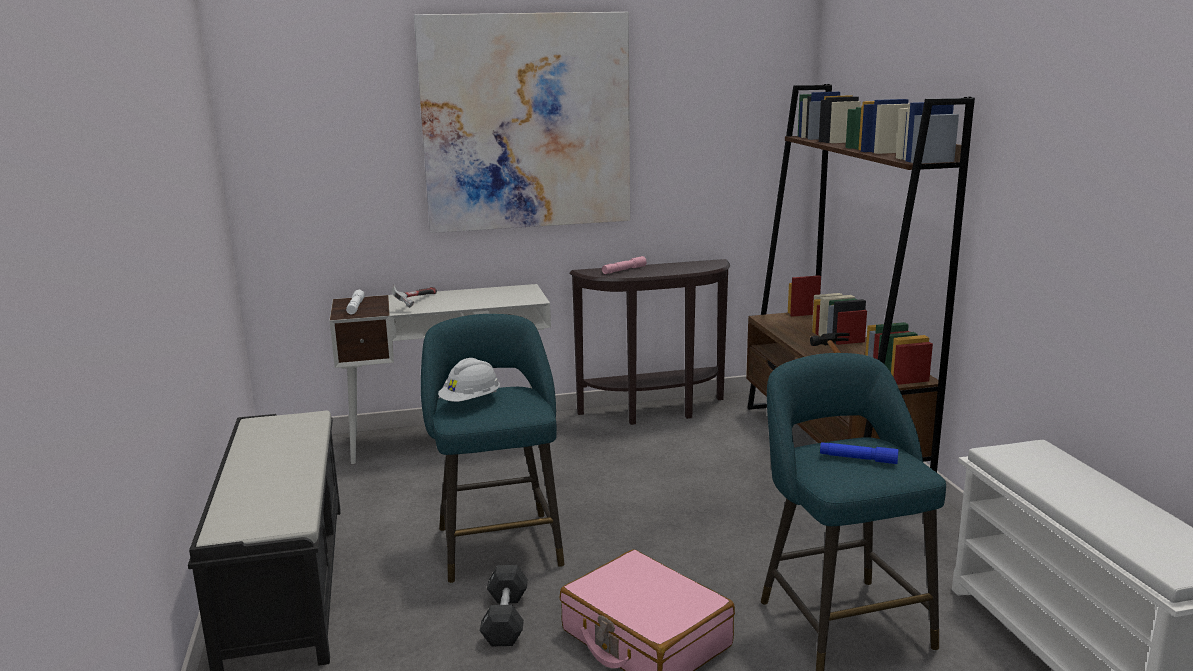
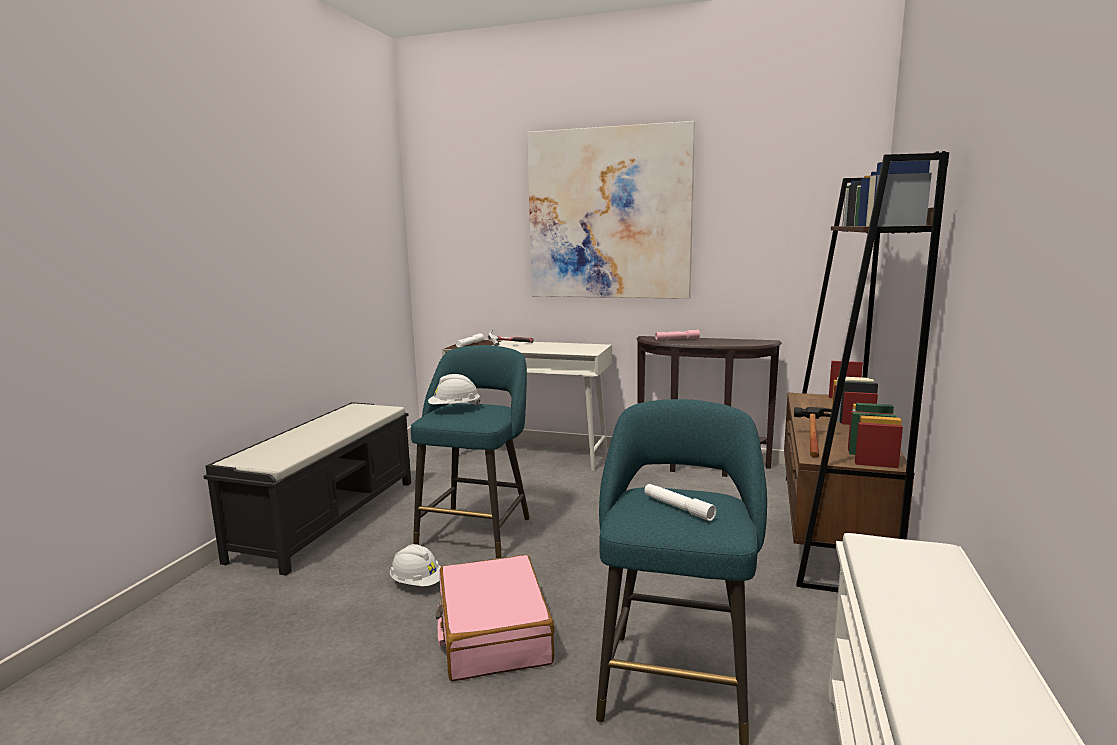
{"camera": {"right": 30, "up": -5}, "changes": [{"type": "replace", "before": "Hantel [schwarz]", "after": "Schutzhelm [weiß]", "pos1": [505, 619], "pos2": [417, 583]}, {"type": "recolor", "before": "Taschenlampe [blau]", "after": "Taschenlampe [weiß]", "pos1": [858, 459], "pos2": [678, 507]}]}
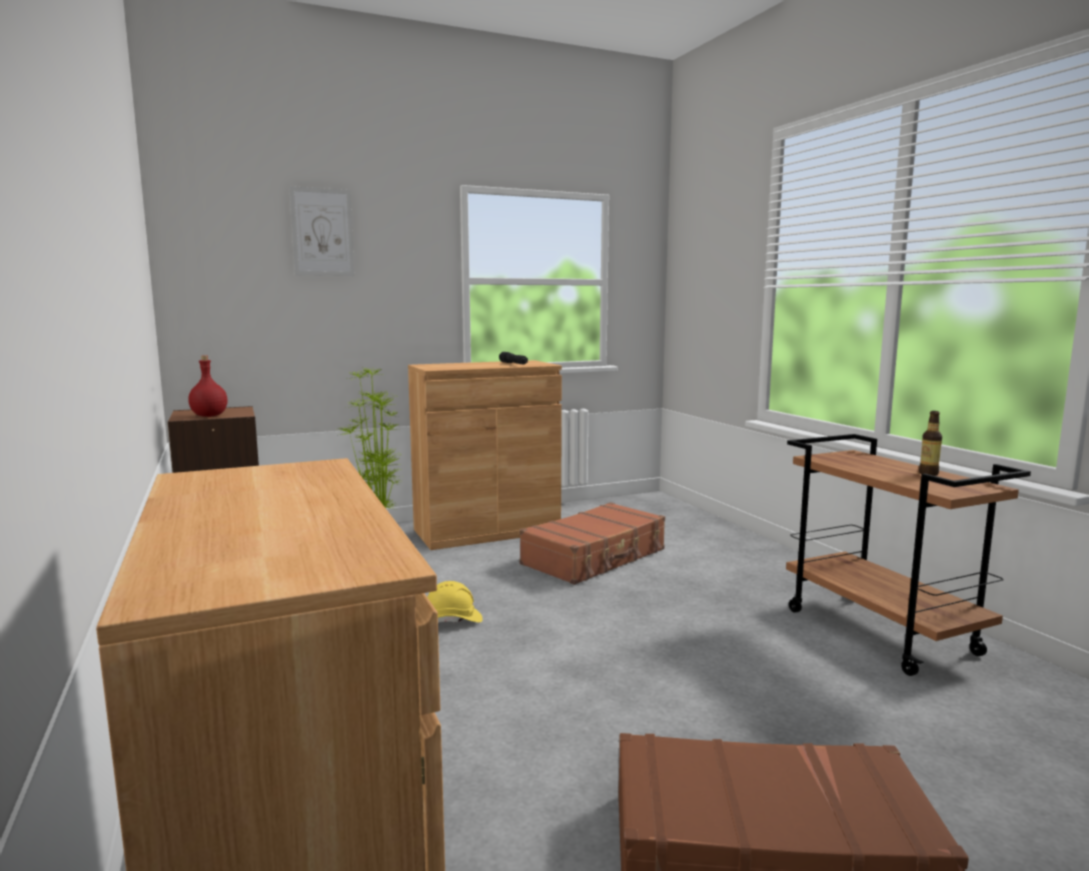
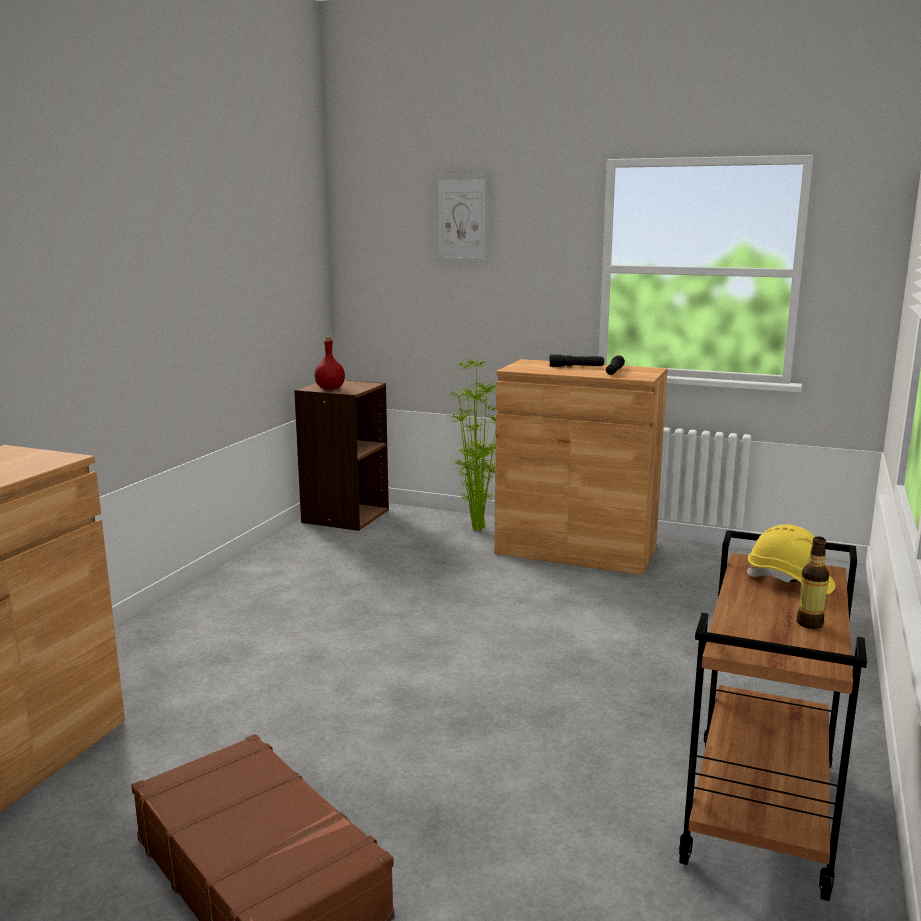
{"camera": {"right": 45, "up": 5}, "changes": [{"type": "move", "before": "Schutzhelm [gelb]", "pos1": [453, 620], "pos2": [789, 581]}, {"type": "delete", "before": "Koffer [braun]", "pos1": [595, 557]}, {"type": "insert", "after": "Taschenlampe [schwarz]", "pos2": [576, 366]}]}
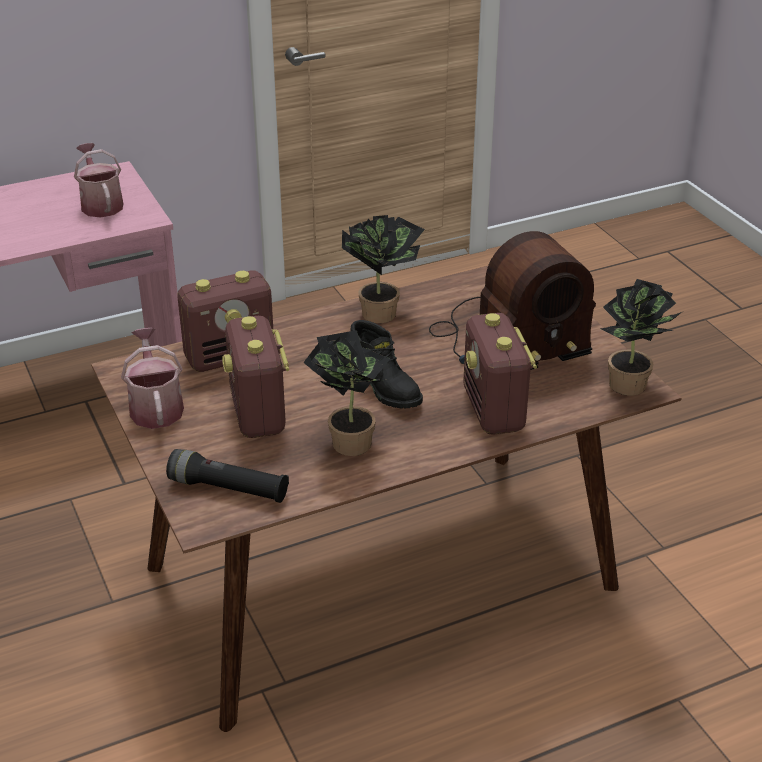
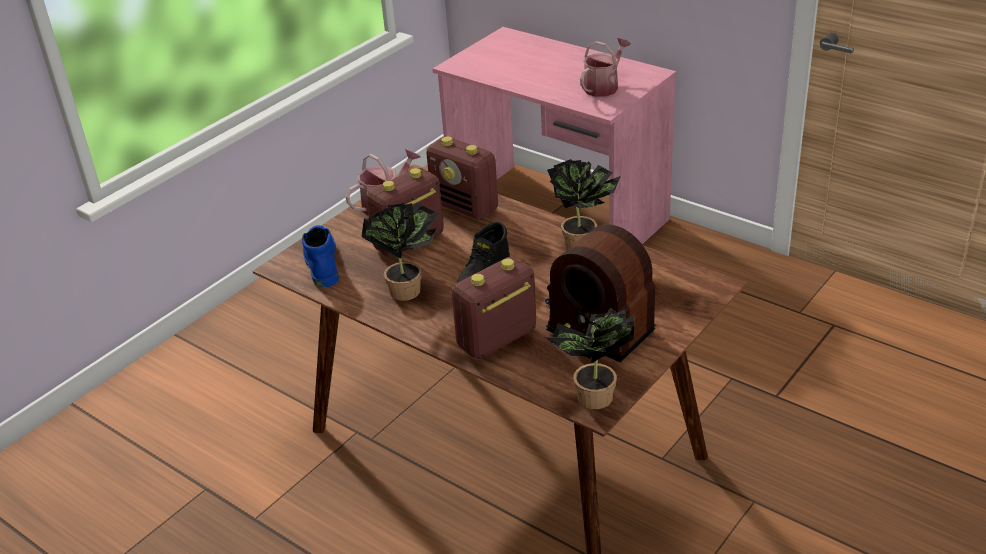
{"camera": {"right": 65, "up": 0}, "changes": [{"type": "replace", "before": "Taschenlampe [schwarz]", "after": "Stiefel [blau]", "pos1": [228, 489], "pos2": [321, 263]}]}
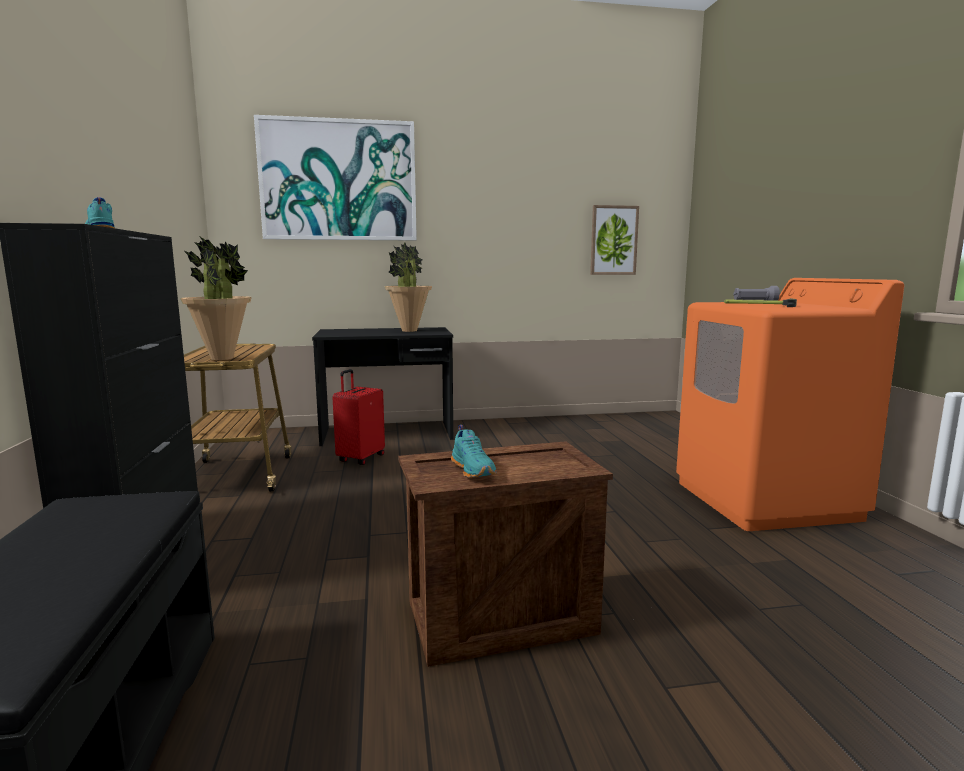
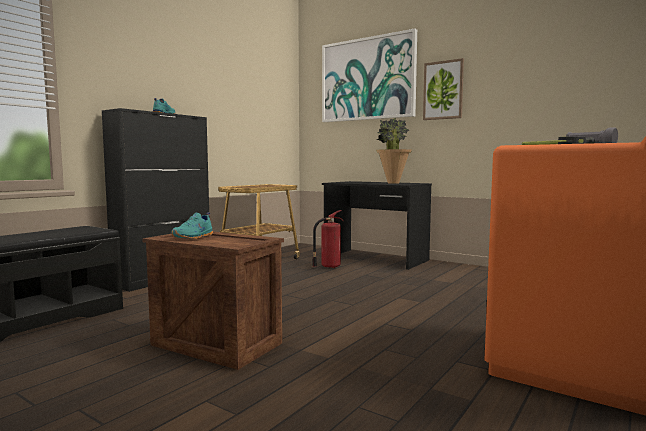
{"camera": {"right": 45, "up": -5}, "changes": [{"type": "delete", "before": "Topfpflanze", "pos1": [222, 358]}, {"type": "replace", "before": "Koffer [rot]", "after": "Feuerlöscher", "pos1": [360, 458], "pos2": [329, 266]}, {"type": "move", "before": "Bild", "pos1": [613, 240], "pos2": [443, 90]}]}
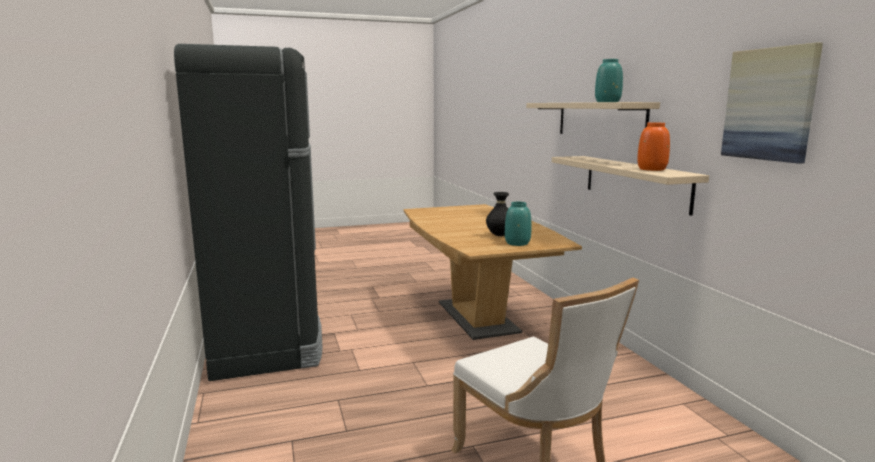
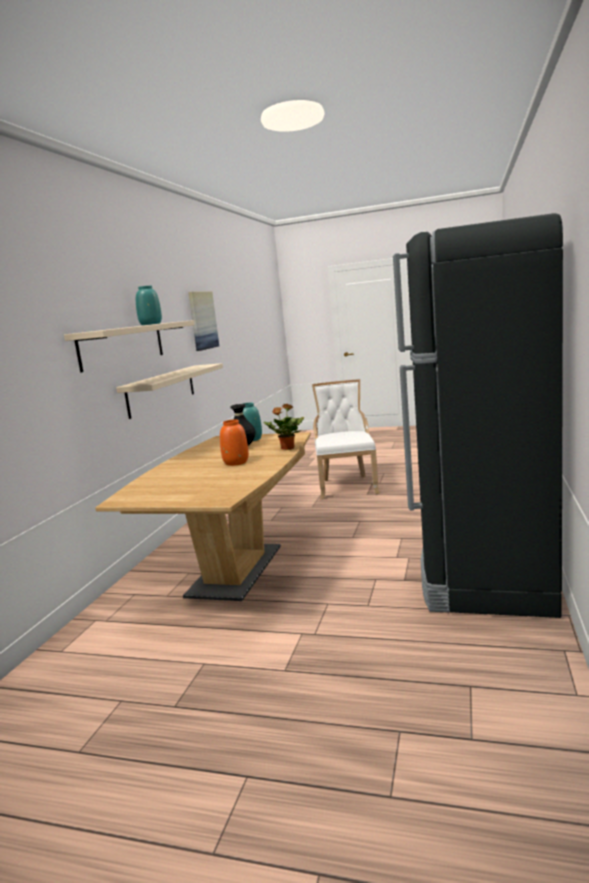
{"camera": {"right": -145, "up": 0}, "changes": [{"type": "move", "before": "Vase [orange]", "pos1": [652, 169], "pos2": [236, 462]}, {"type": "insert", "after": "Topfpflanze", "pos2": [287, 448]}]}
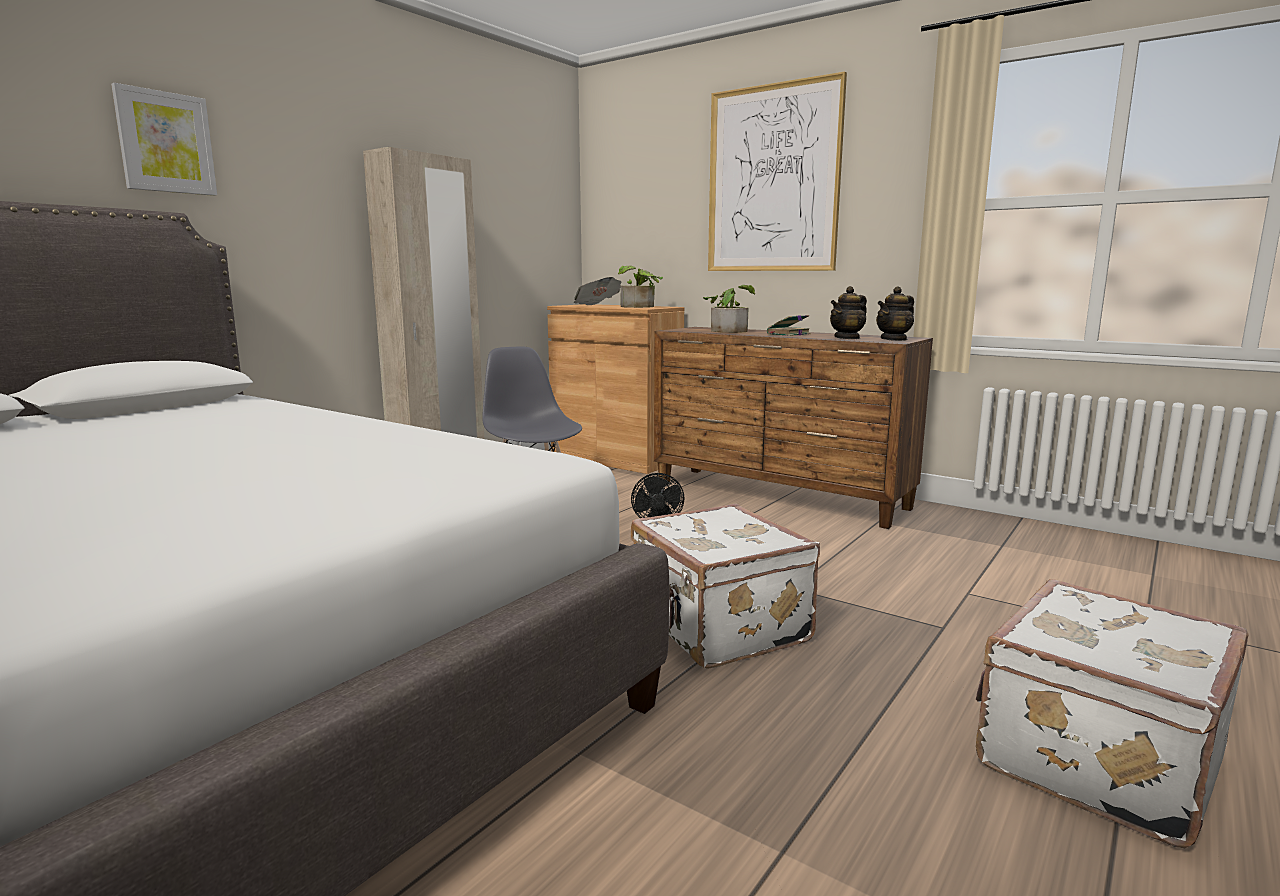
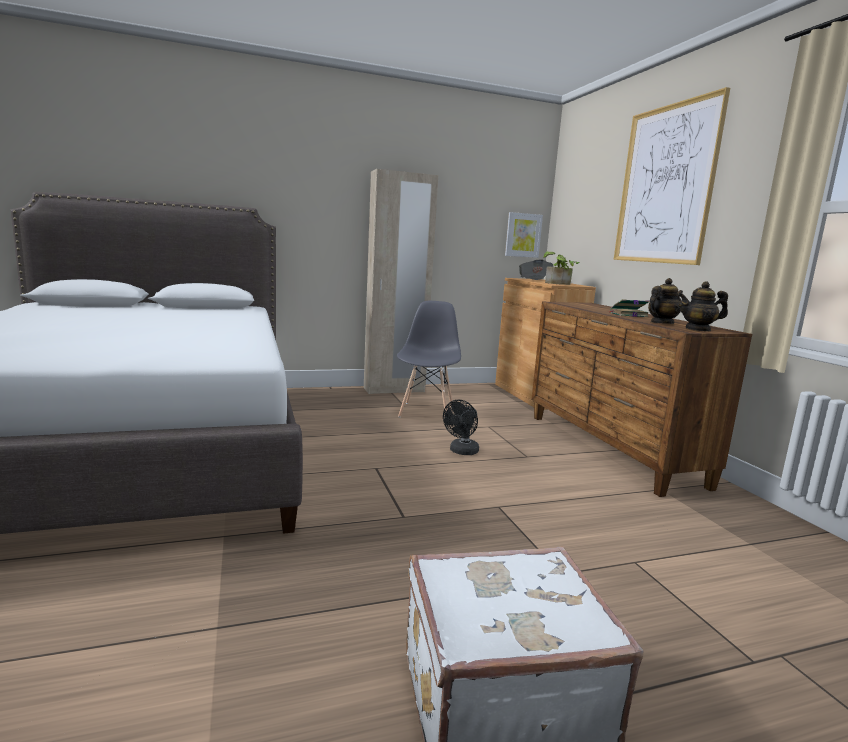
{"camera": {"right": 35, "up": 0}, "changes": [{"type": "move", "before": "Bild", "pos1": [165, 142], "pos2": [523, 235]}, {"type": "delete", "before": "Koffer [weiß]", "pos1": [717, 627]}, {"type": "delete", "before": "Topfpflanze", "pos1": [729, 330]}, {"type": "rotate", "before": "Teekanne", "pos1": [847, 338], "pos2": [661, 323], "turn": 150}]}
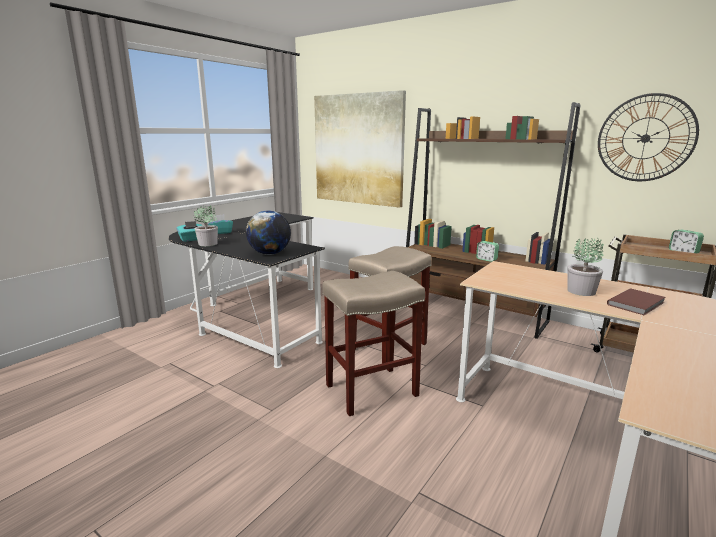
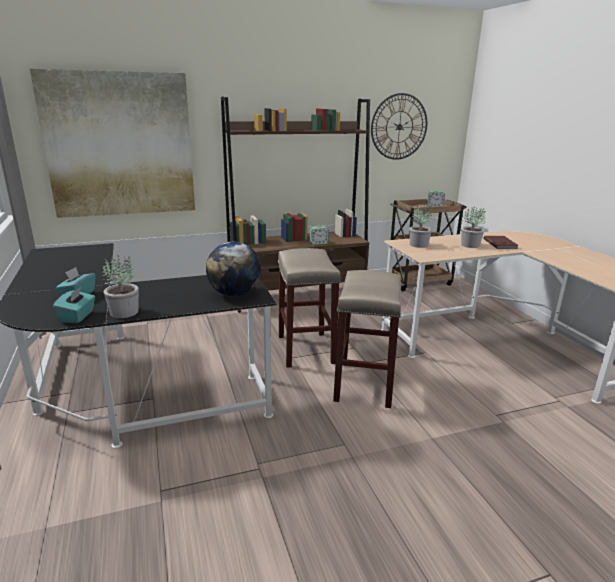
{"camera": {"right": -55, "up": 5}, "changes": [{"type": "insert", "after": "Topfpflanze", "pos2": [418, 245]}]}
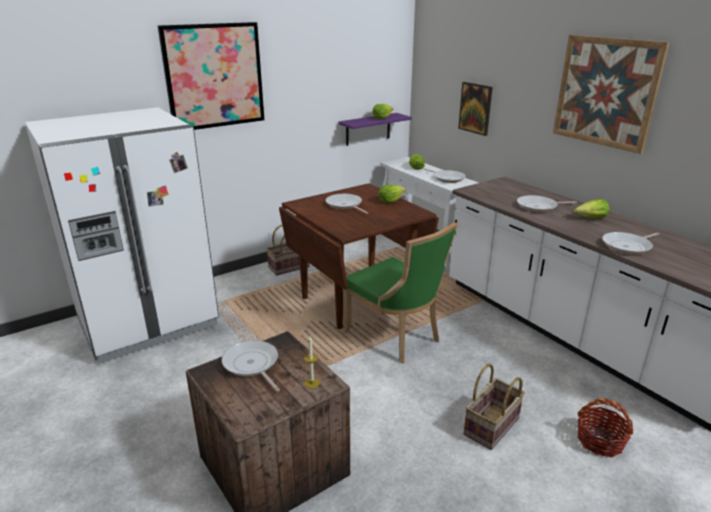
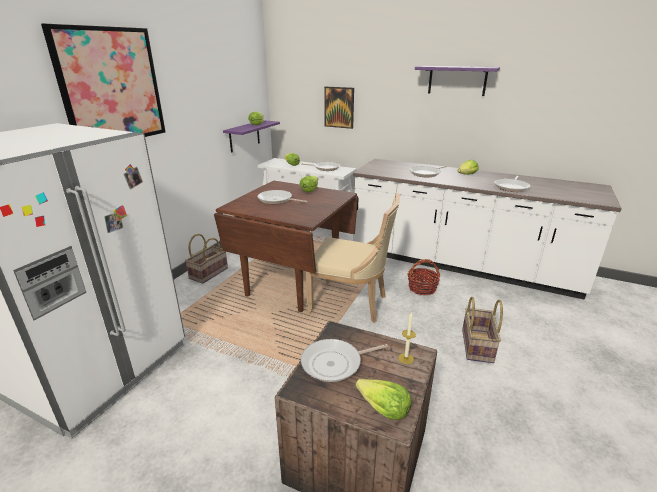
{"camera": {"right": -30, "up": 0}, "changes": [{"type": "rotate", "before": "Pfanne", "pos1": [252, 364], "pos2": [335, 363], "turn": -45}, {"type": "recolor", "before": "Stuhl [grün]", "after": "Stuhl [beige]", "pos1": [396, 337], "pos2": [351, 303]}, {"type": "replace", "before": "Bild", "after": "Wandregal [lila]", "pos1": [606, 92], "pos2": [457, 80]}, {"type": "move", "before": "Korb", "pos1": [600, 441], "pos2": [422, 288]}, {"type": "insert", "after": "Salatkopf", "pos2": [383, 409]}]}
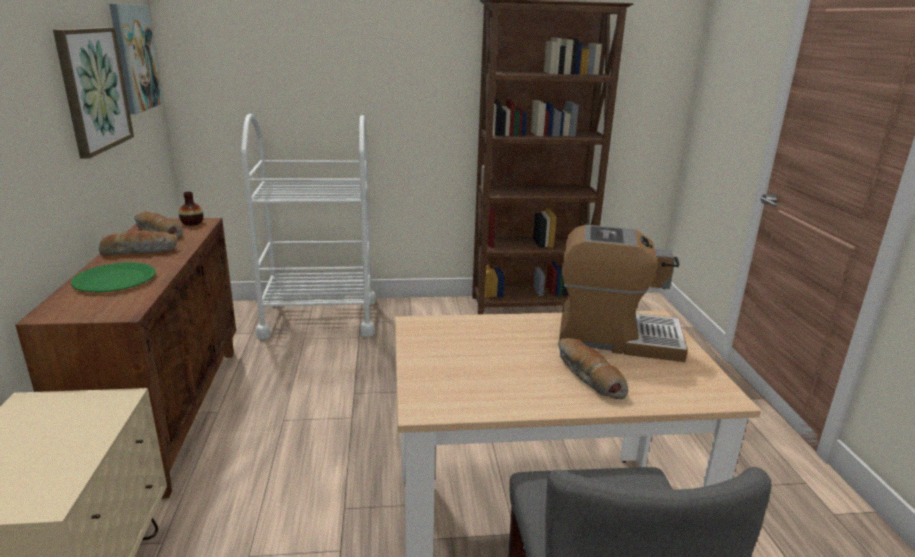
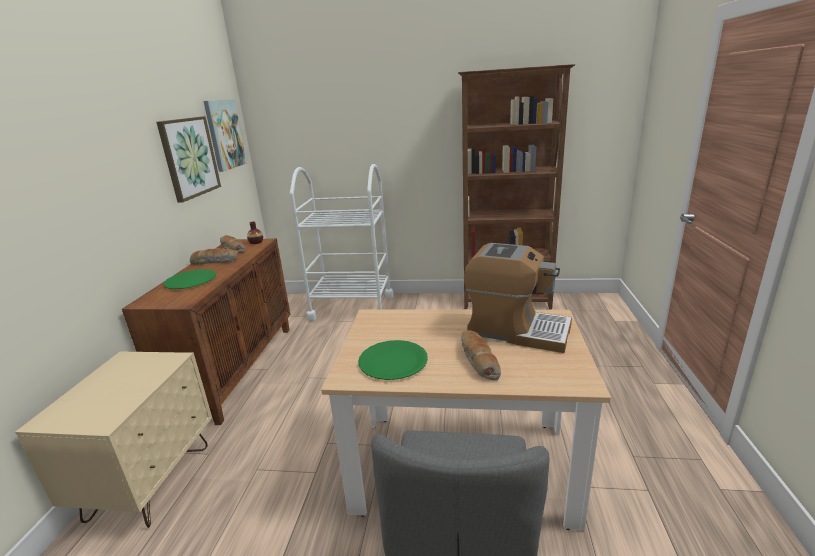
{"camera": {"right": 15, "up": 0}, "changes": [{"type": "insert", "after": "Teller [grün]", "pos2": [393, 361]}]}
